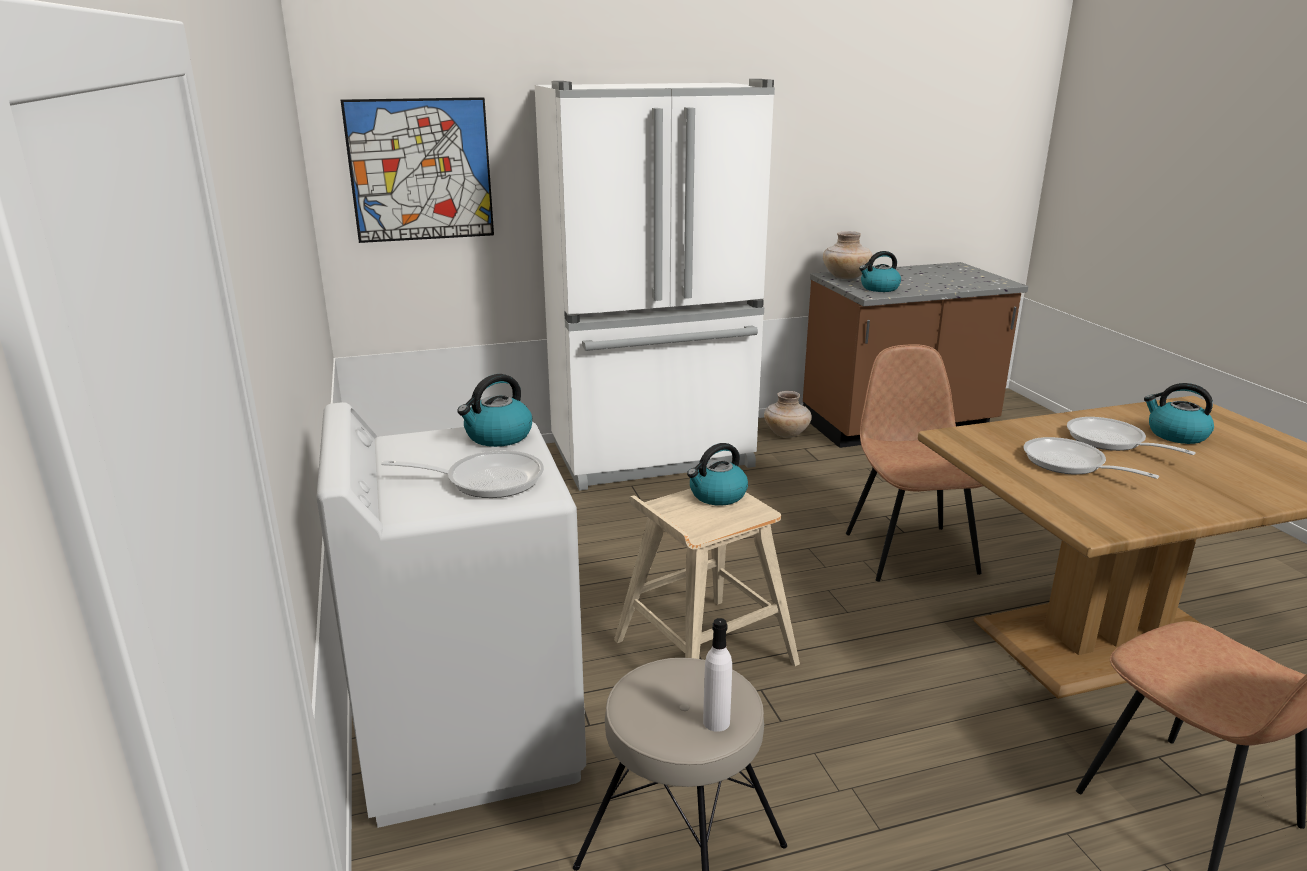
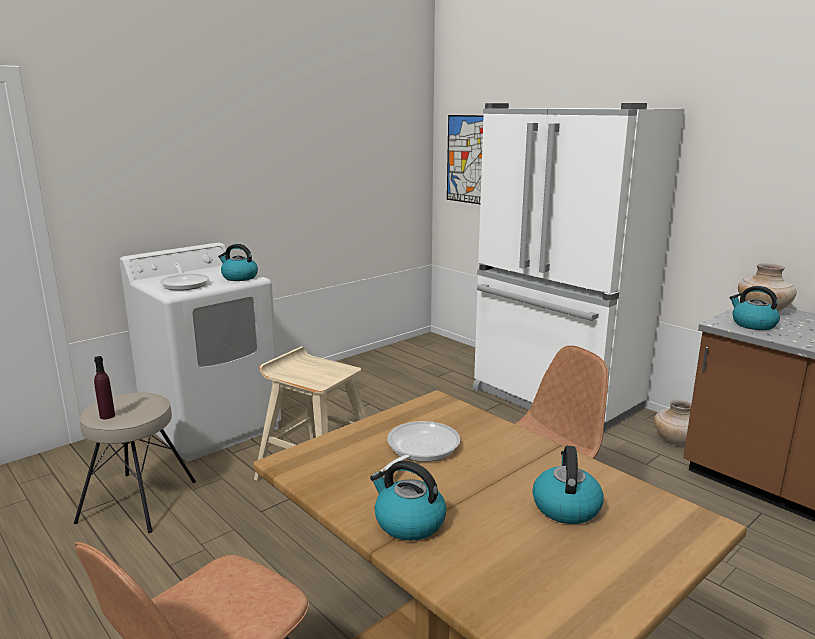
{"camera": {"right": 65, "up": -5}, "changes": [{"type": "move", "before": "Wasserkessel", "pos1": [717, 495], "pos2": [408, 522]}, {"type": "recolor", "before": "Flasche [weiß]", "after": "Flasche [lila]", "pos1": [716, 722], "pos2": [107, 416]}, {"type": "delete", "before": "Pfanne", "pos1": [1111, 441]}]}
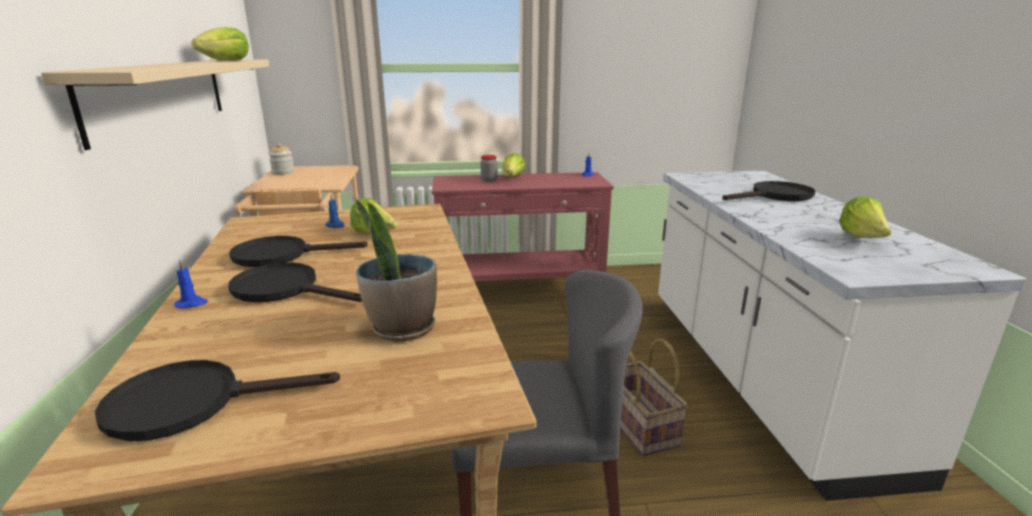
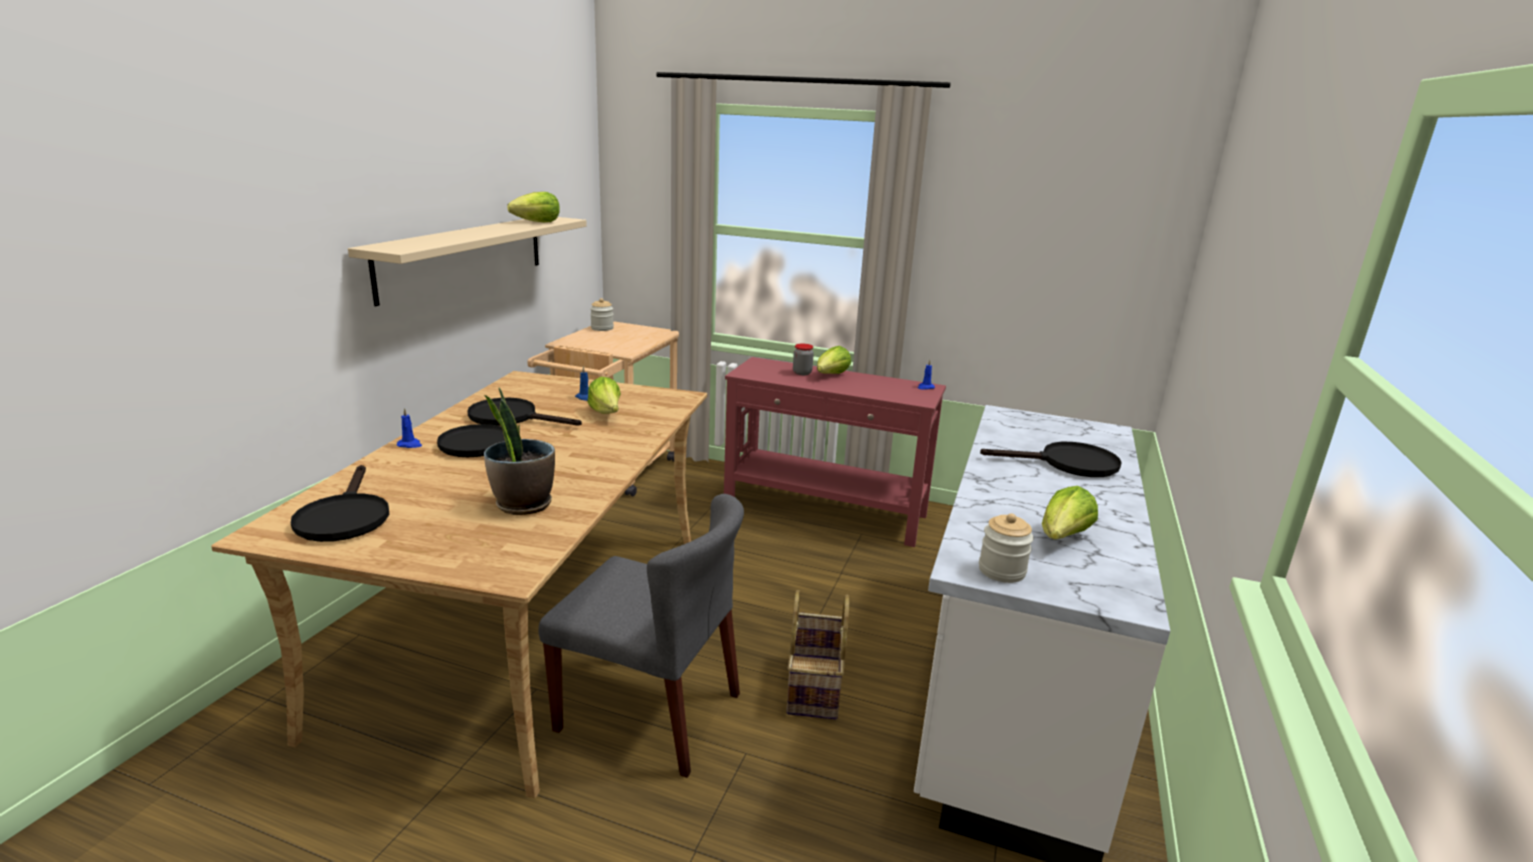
{"camera": {"right": 25, "up": 0}, "changes": [{"type": "rotate", "before": "Pfanne [schwarz]", "pos1": [193, 403], "pos2": [344, 517], "turn": -120}, {"type": "insert", "after": "Vorratsglas", "pos2": [1001, 571]}]}
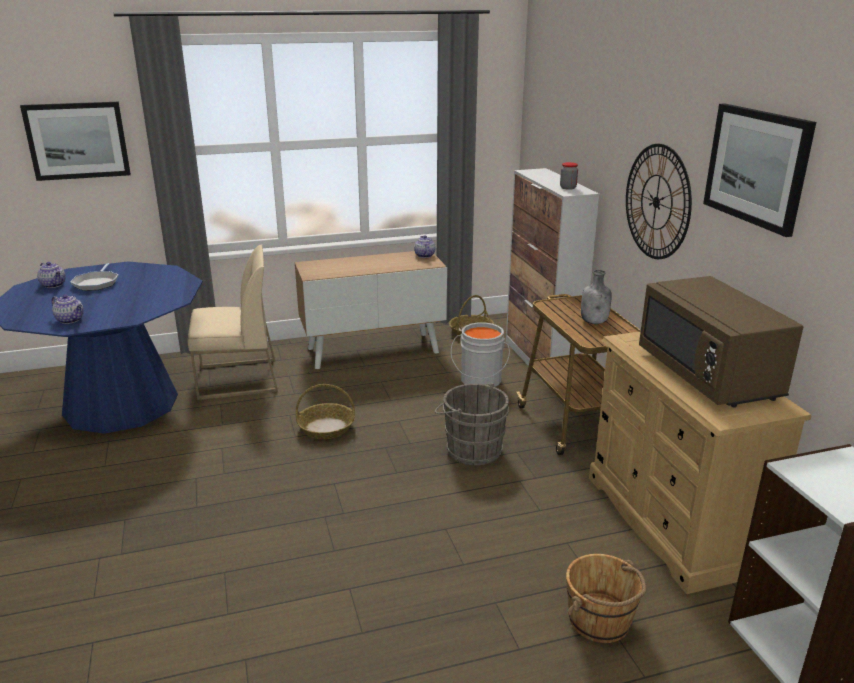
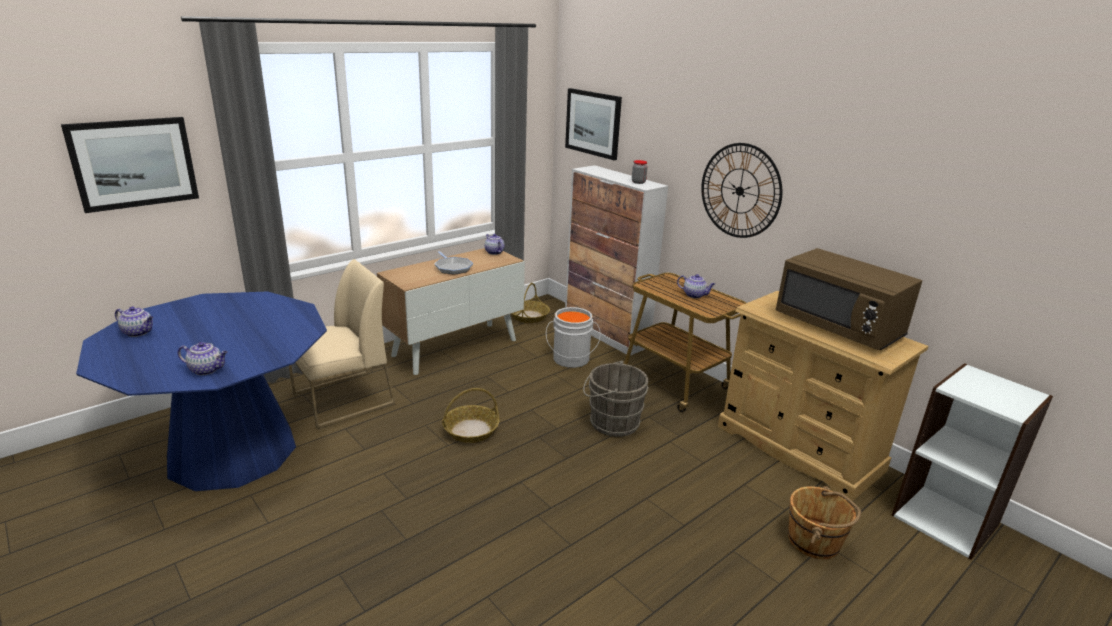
{"camera": {"right": -25, "up": 0}, "changes": [{"type": "move", "before": "Pfanne", "pos1": [96, 283], "pos2": [452, 268]}, {"type": "replace", "before": "Flasche [grau]", "after": "Teekanne", "pos1": [594, 322], "pos2": [694, 295]}, {"type": "move", "before": "Bild", "pos1": [756, 167], "pos2": [593, 123]}]}
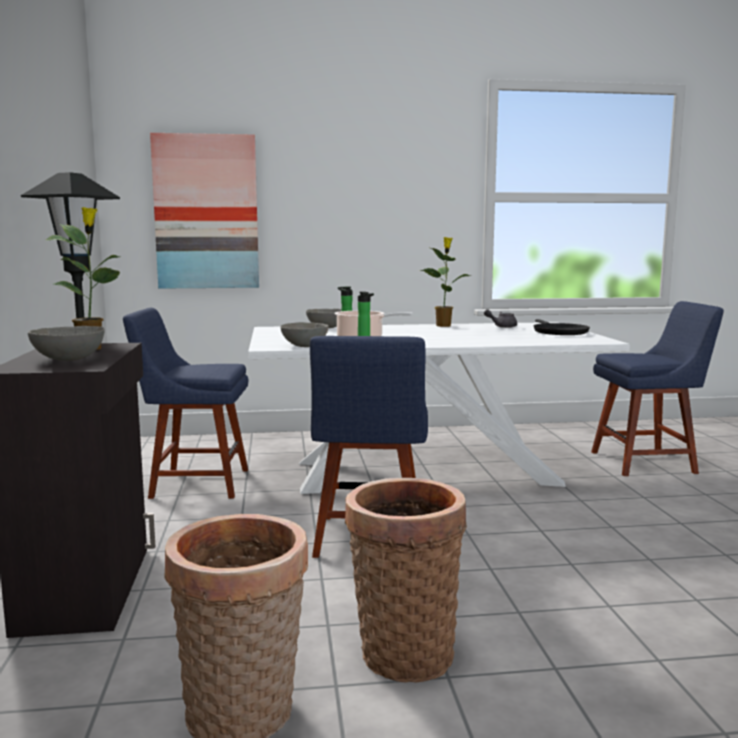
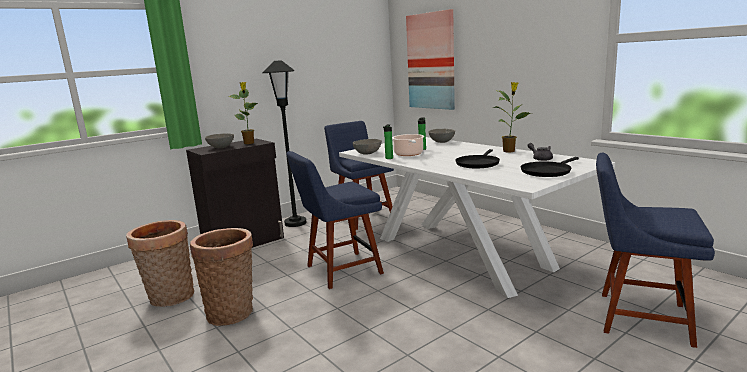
{"camera": {"right": 60, "up": 5}, "changes": [{"type": "rotate", "before": "Stuhl [blau]", "pos1": [648, 462], "pos2": [637, 317], "turn": 150}, {"type": "insert", "after": "Pfanne [schwarz]", "pos2": [478, 163]}]}
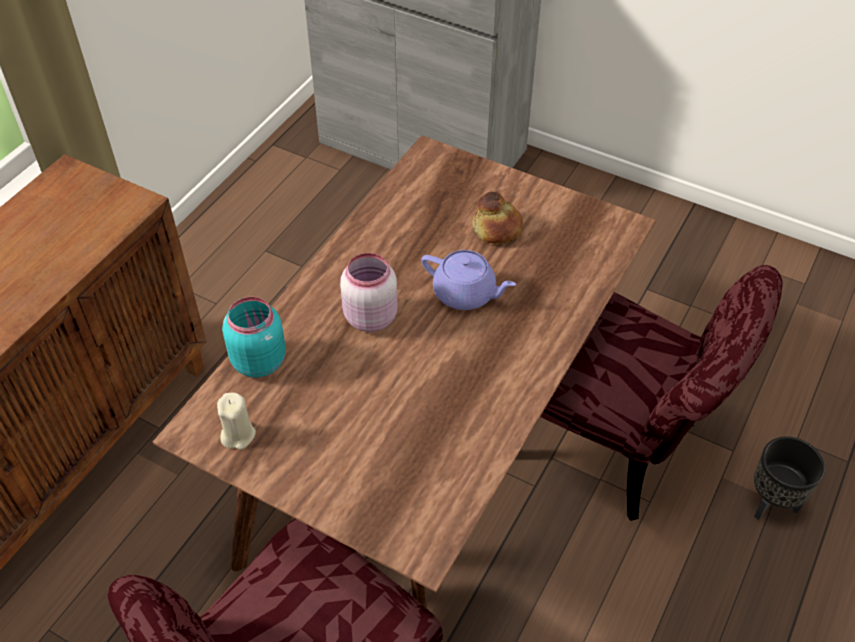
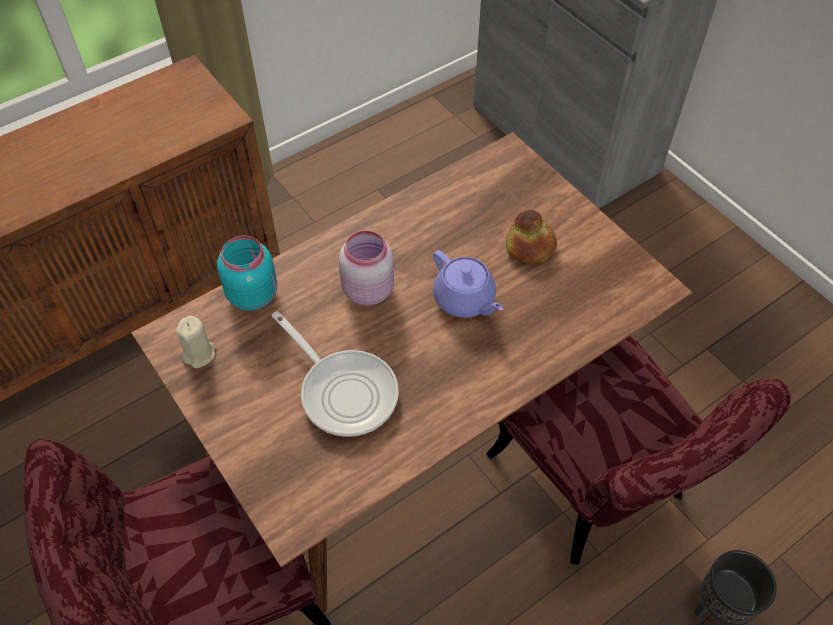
{"camera": {"right": 25, "up": 5}, "changes": [{"type": "insert", "after": "Pfanne", "pos2": [344, 391]}]}
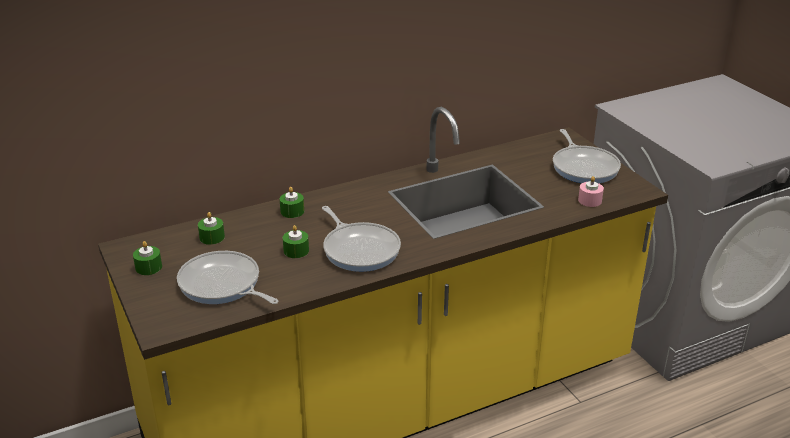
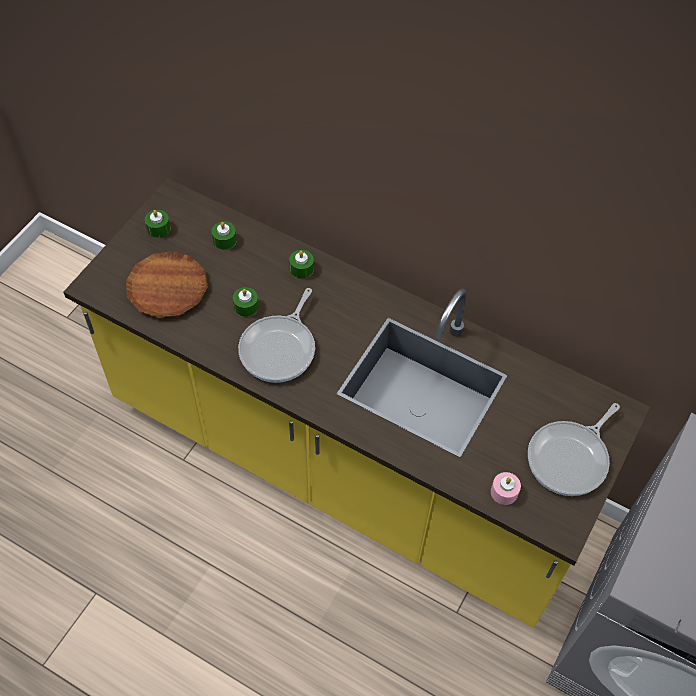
{"camera": {"right": 55, "up": 25}, "changes": [{"type": "replace", "before": "Pfanne", "after": "Teller [braun]", "pos1": [222, 285], "pos2": [167, 288]}]}
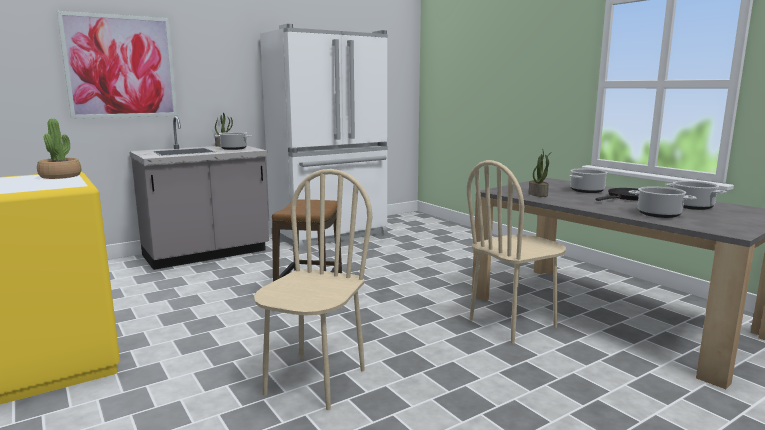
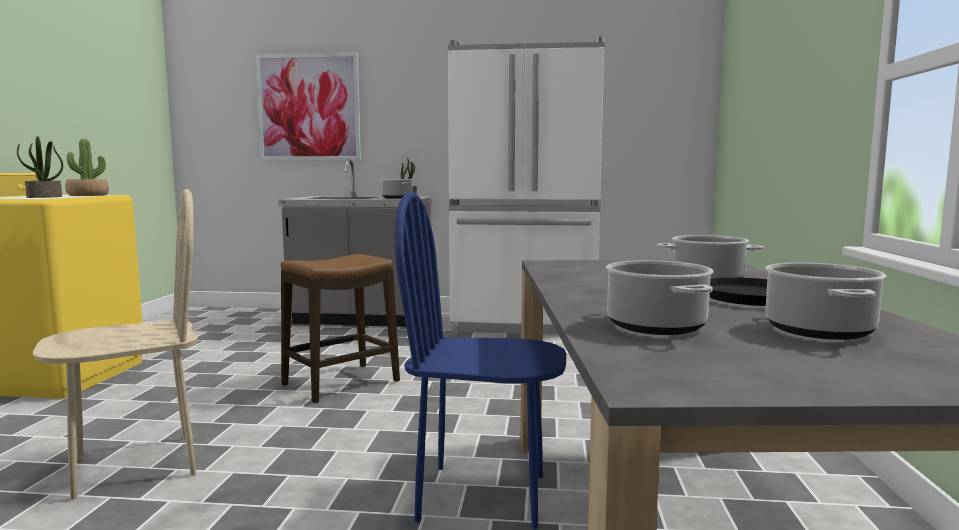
{"camera": {"right": 40, "up": -5}, "changes": [{"type": "recolor", "before": "Stuhl [beige]", "after": "Stuhl [blau]", "pos1": [513, 323], "pos2": [483, 496]}, {"type": "move", "before": "Topfpflanze", "pos1": [538, 194], "pos2": [44, 197]}]}
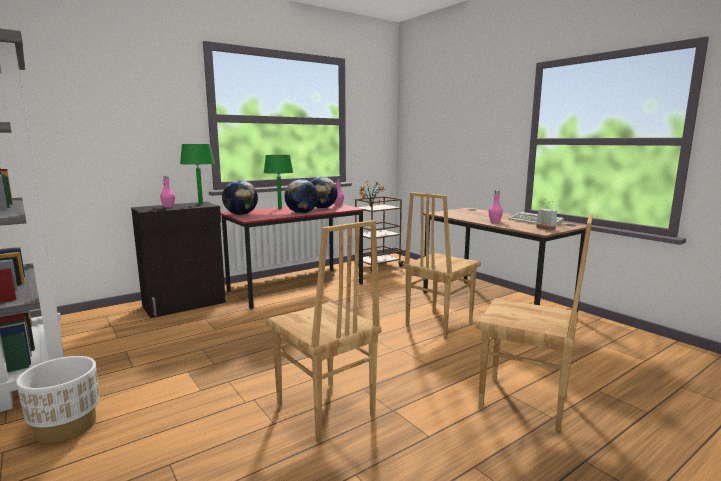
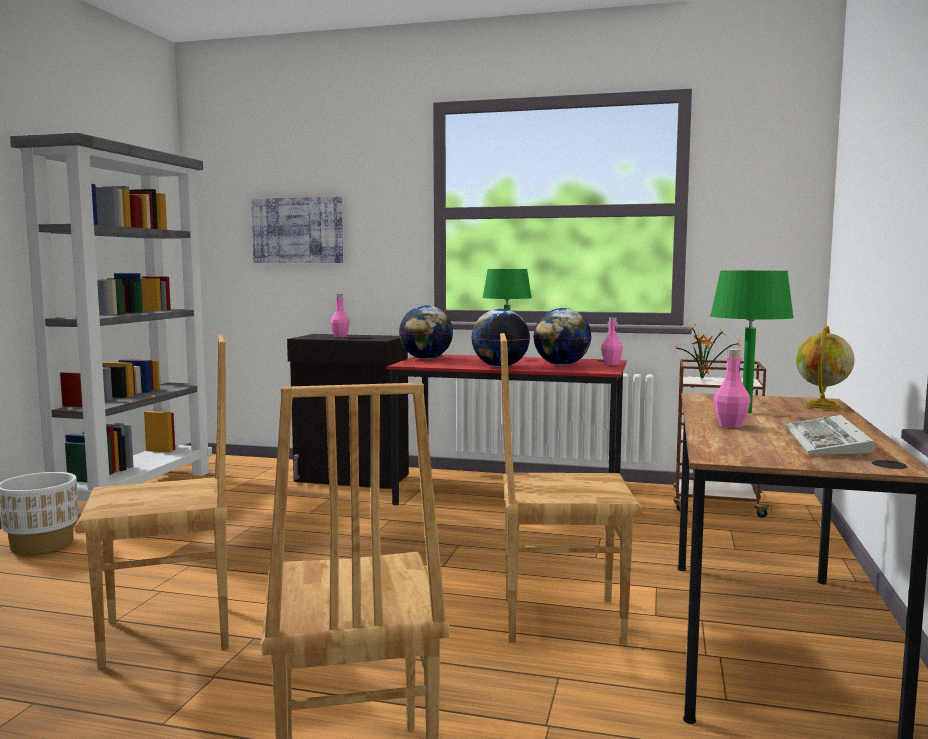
{"camera": {"right": 50, "up": -5}, "changes": [{"type": "move", "before": "Tischlampe [grün]", "pos1": [200, 204], "pos2": [746, 412]}, {"type": "rotate", "before": "Stuhl [braun]", "pos1": [324, 411], "pos2": [168, 635], "turn": -120}, {"type": "delete", "before": "Topfpflanze", "pos1": [543, 229]}, {"type": "insert", "after": "Bild", "pos2": [298, 230]}, {"type": "insert", "after": "Globus", "pos2": [822, 406]}]}
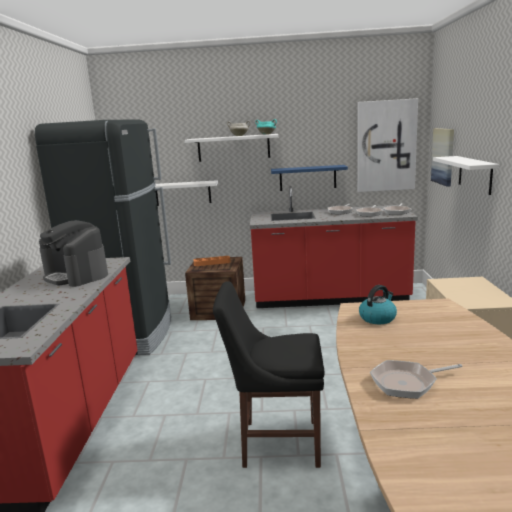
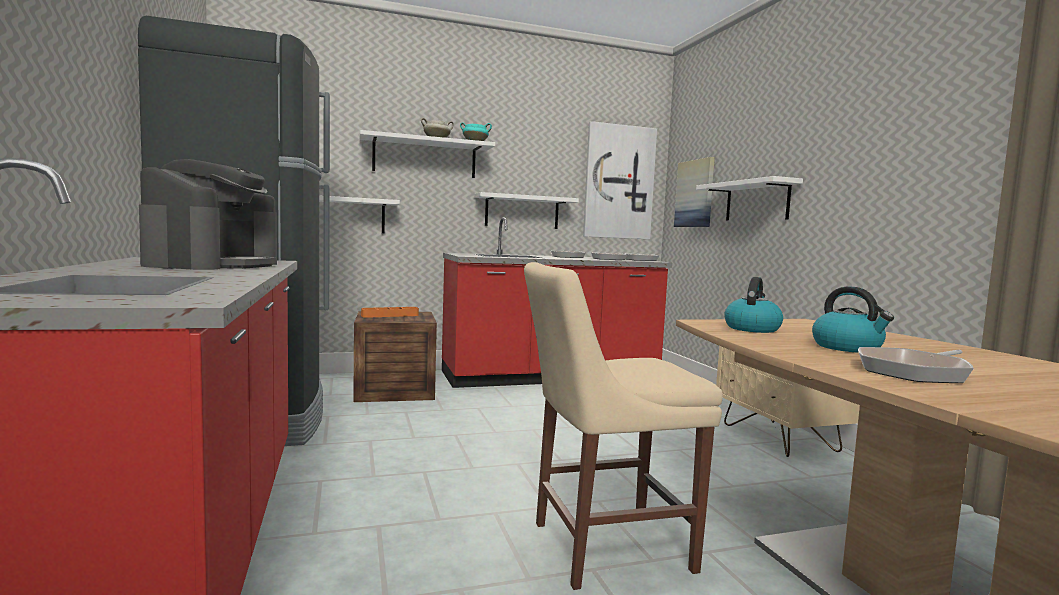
{"camera": {"right": -20, "up": -10}, "changes": [{"type": "rotate", "before": "Kaffeemaschine", "pos1": [76, 276], "pos2": [214, 265], "turn": -105}, {"type": "recolor", "before": "Stuhl [schwarz]", "after": "Stuhl [beige]", "pos1": [276, 442], "pos2": [603, 546]}, {"type": "recolor", "before": "Wandregal [blau]", "after": "Wandregal [weiß]", "pos1": [307, 178], "pos2": [522, 212]}, {"type": "insert", "after": "Wasserkessel", "pos2": [848, 348]}]}
